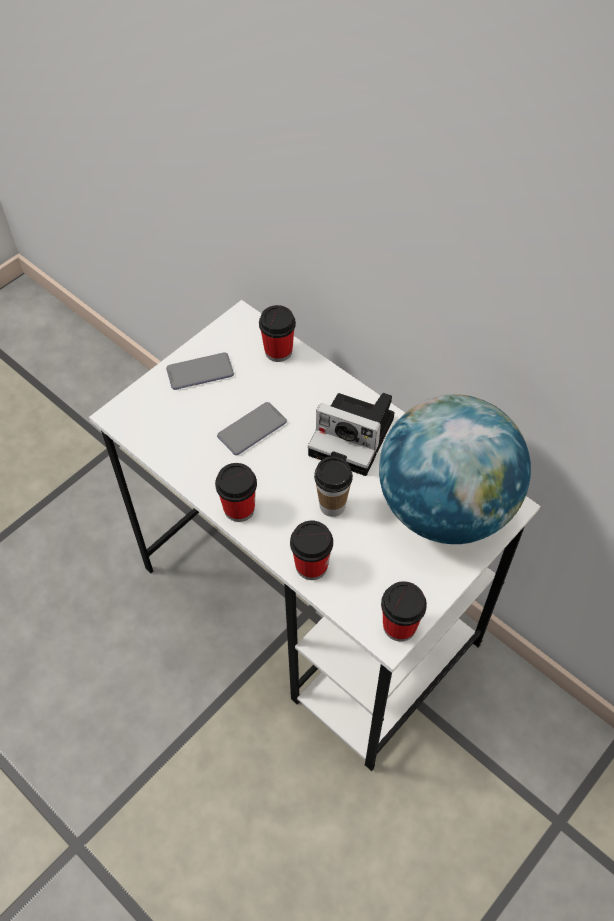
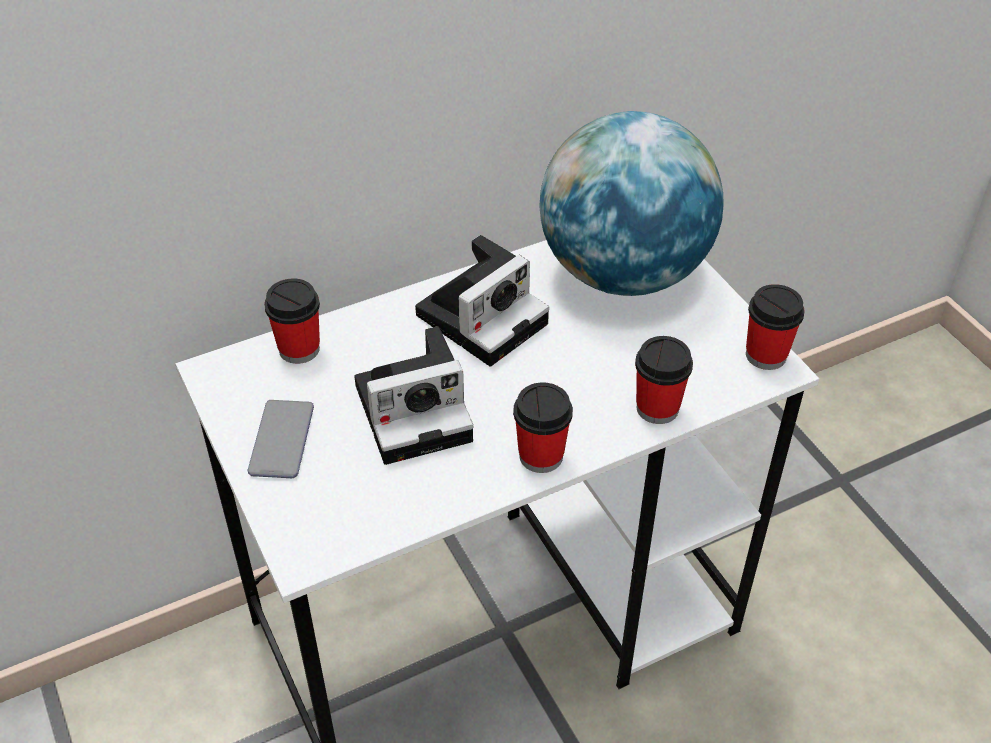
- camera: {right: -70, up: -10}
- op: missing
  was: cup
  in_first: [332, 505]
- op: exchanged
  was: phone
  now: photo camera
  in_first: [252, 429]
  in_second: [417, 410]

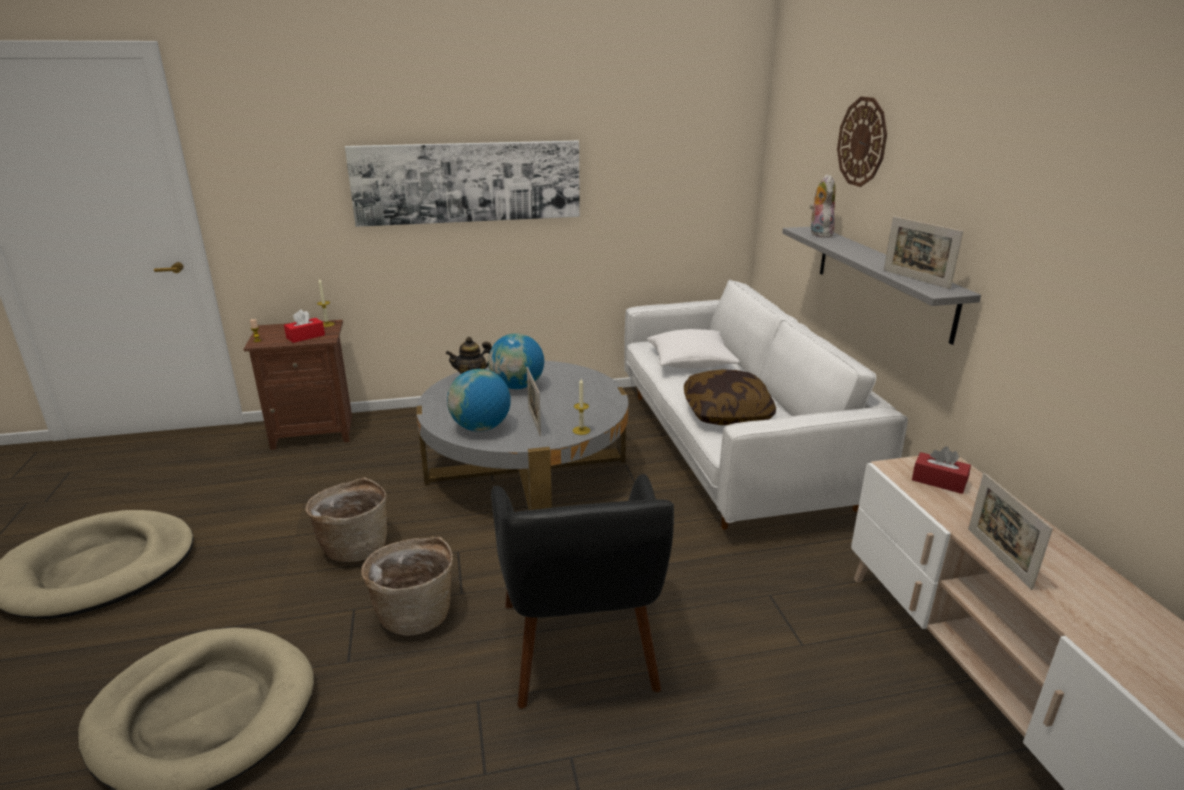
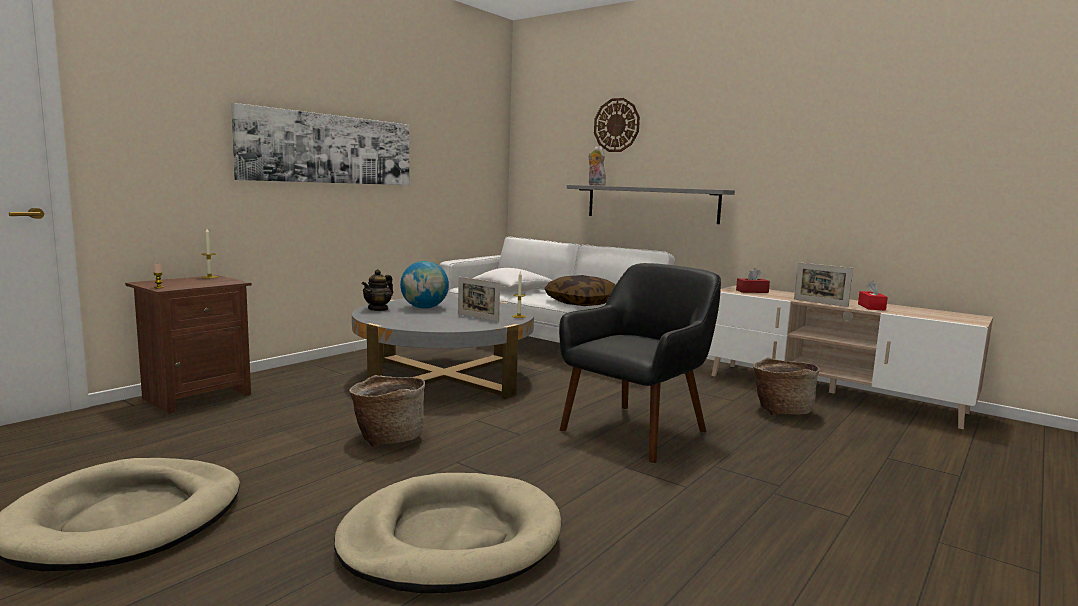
- camera: {right: -40, up: -15}
- op: missing
  was: globe
  in_first: [481, 428]
- op: missing
  was: picture frame
  in_first: [915, 279]
- op: relocated
  was: red tissue box
  in_first: [305, 336]
  in_second: [871, 307]
- op: relocated
  was: basket
  in_first: [415, 613]
  in_second: [781, 410]
- op: spun
  was: black armchair
  in_first: [580, 647]
  in_second: [636, 431]
  clockwise: -90

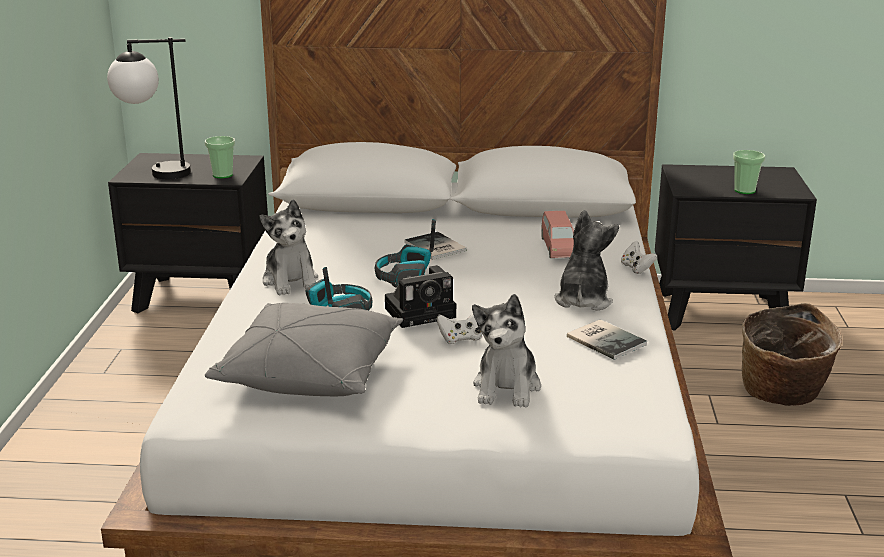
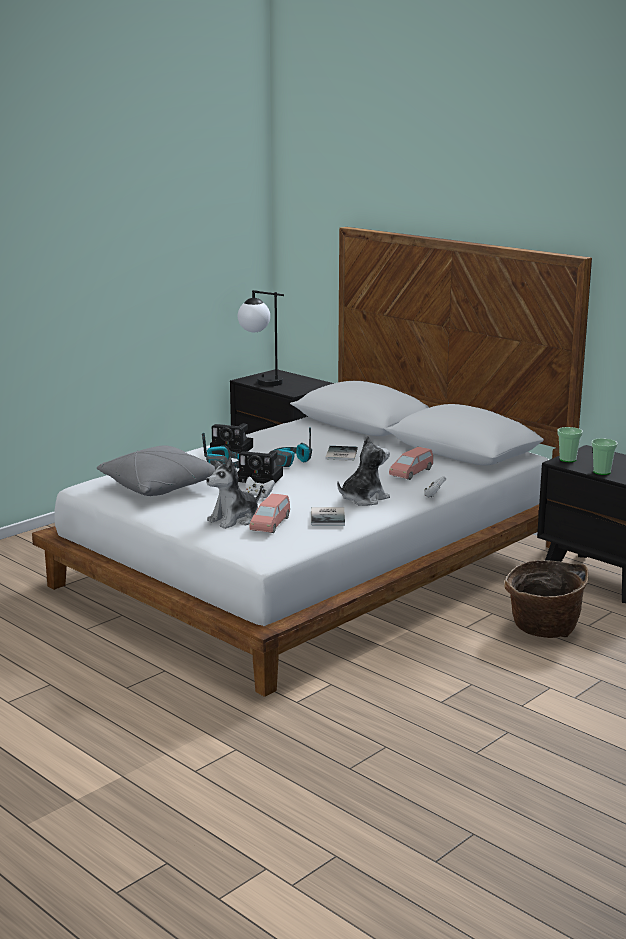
- camera: {right: 40, up: -5}
- op: appeared
  now: pink toy car
  in_second: [270, 524]
- op: relocated
  was: cup
  in_first: [222, 175]
  in_second: [568, 459]
- op: exchanged
  was: plush toy
  now: photo camera
  in_first: [291, 281]
  in_second: [233, 449]

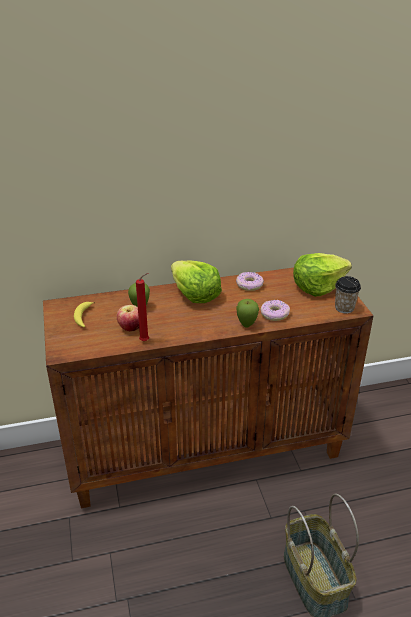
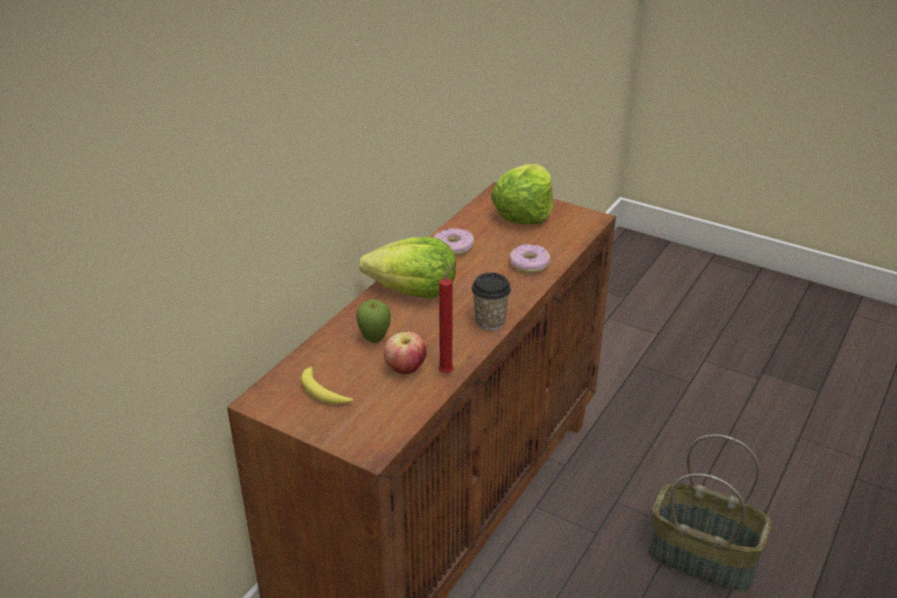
- camera: {right: -45, up: 0}
- op: missing
  was: apple
  in_first: [246, 325]
- op: relocated
  was: cup
  in_first: [344, 308]
  in_second: [490, 322]

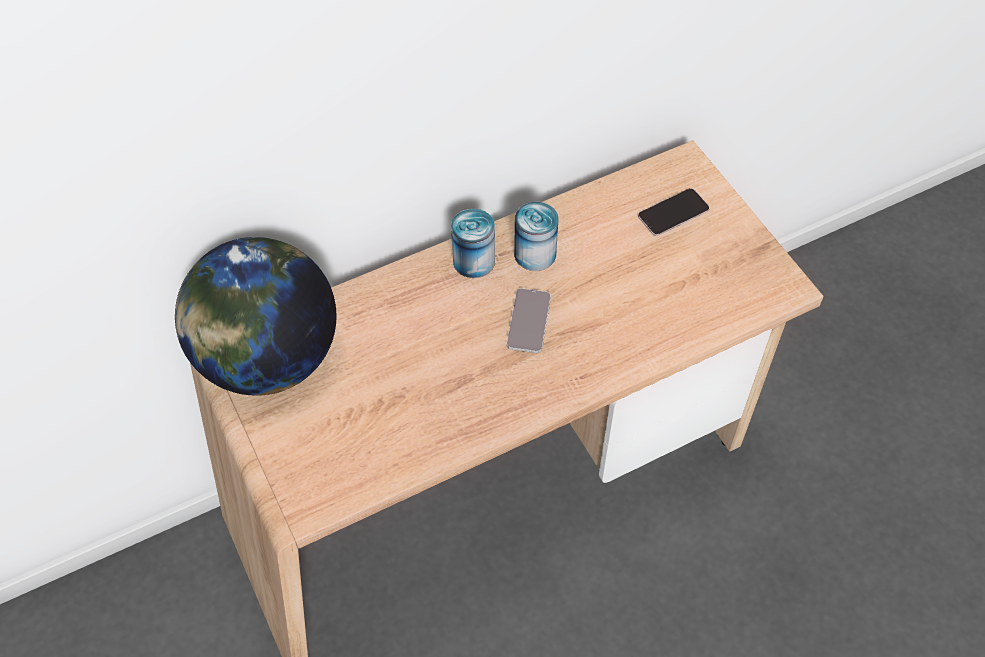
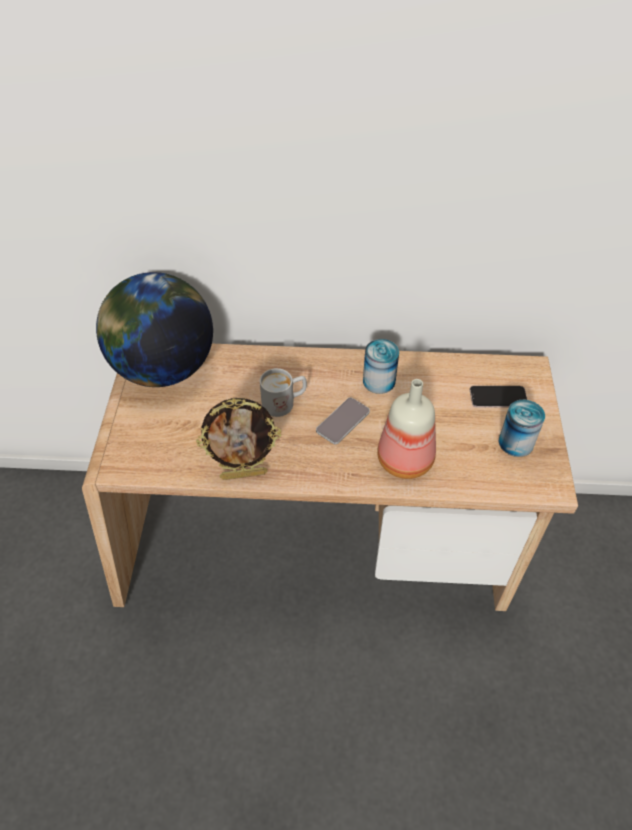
- camera: {right: 30, up: -5}
- op: appeared
  now: picture frame
  in_second: [244, 474]
- op: appeared
  now: white mug
  in_second: [284, 402]
- op: appeared
  now: bottle
  in_second: [405, 458]
- op: relocated
  was: can
  in_first: [474, 261]
  in_second: [516, 442]

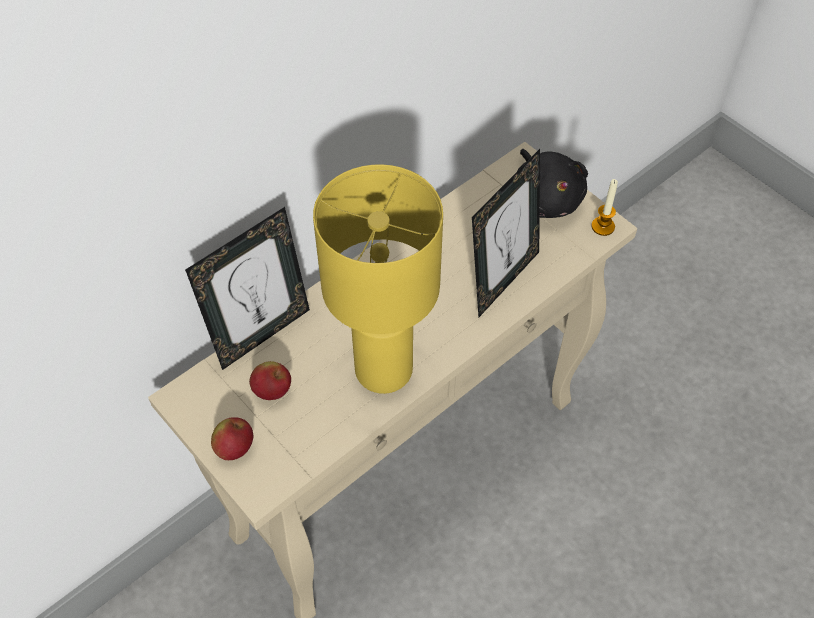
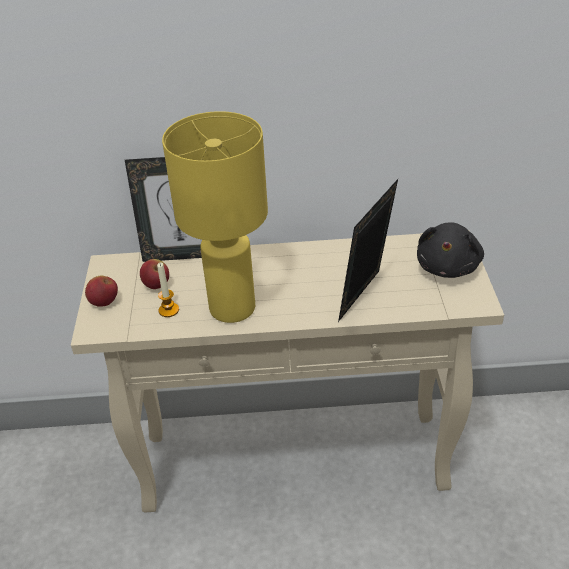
- camera: {right: 40, up: -15}
- op: relocated
  was: candle
  in_first: [603, 226]
  in_second: [168, 310]
- op: spun
  was: picture frame
  in_first: [502, 279]
  in_second: [365, 298]
  clockwise: 135

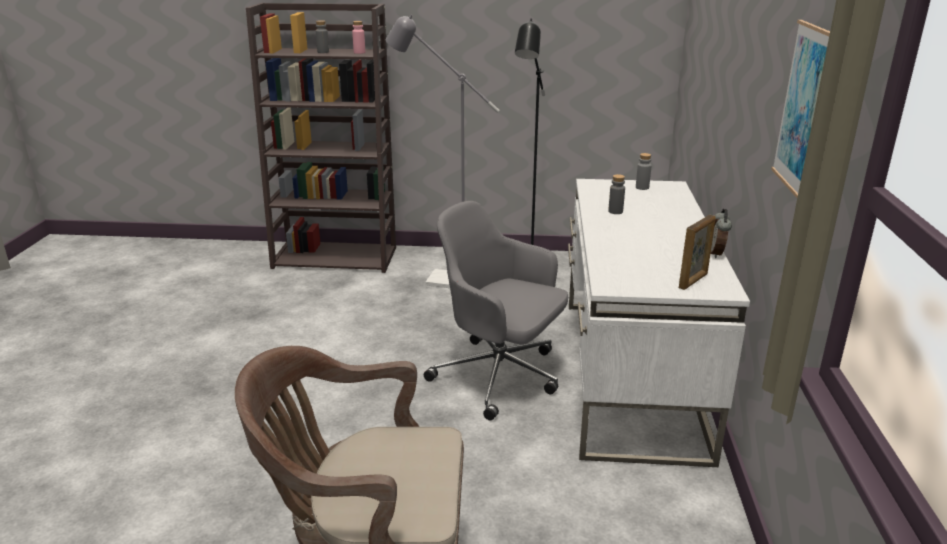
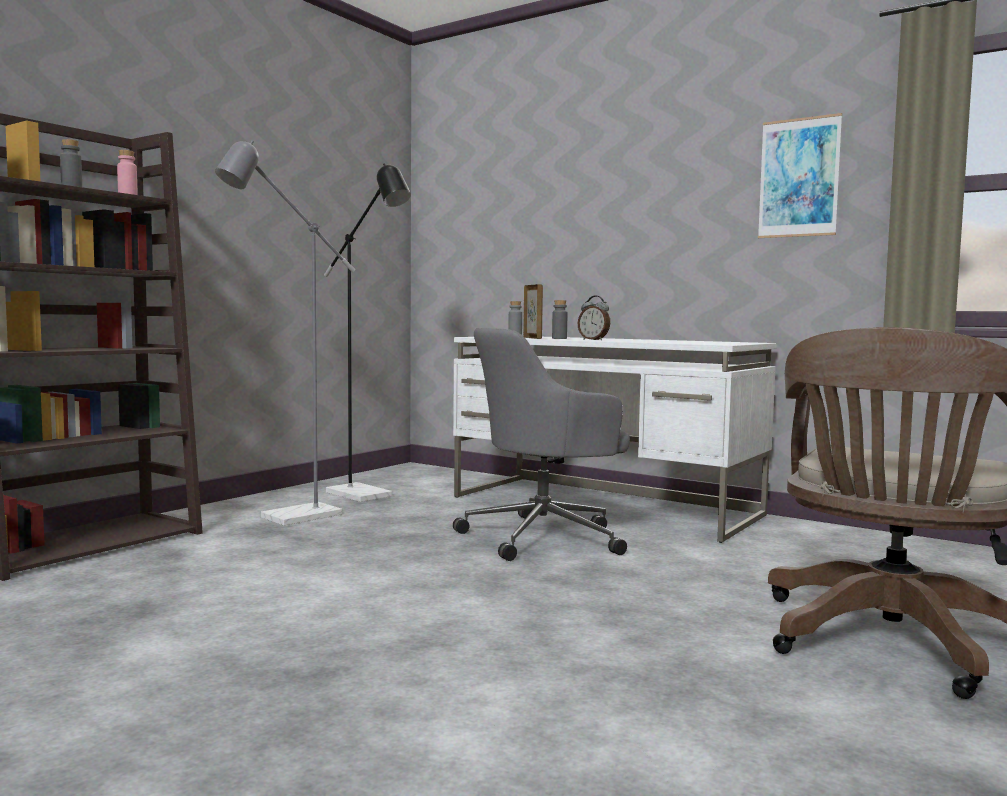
- camera: {right: -60, up: -20}
- op: relocated
  was: picture frame
  in_first: [693, 281]
  in_second: [532, 338]
- op: relocated
  was: alarm clock
  in_first: [717, 253]
  in_second: [594, 340]

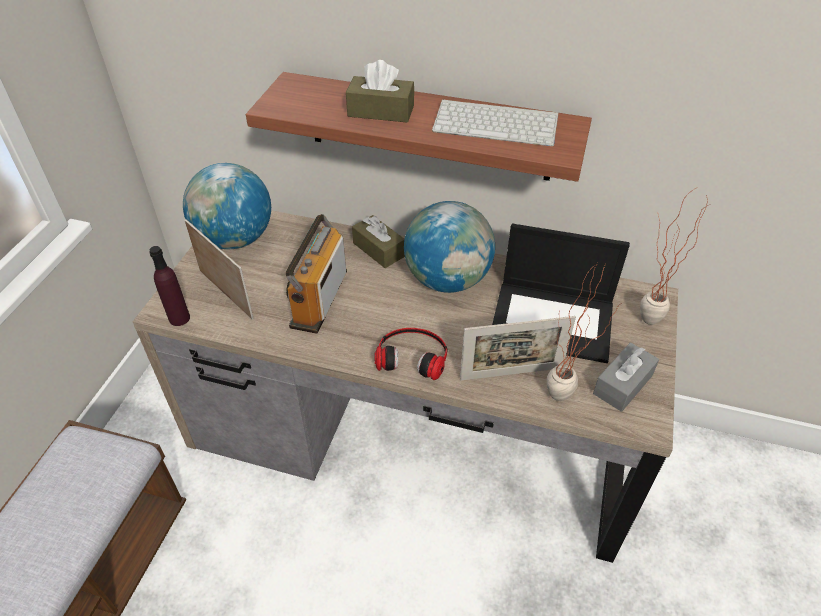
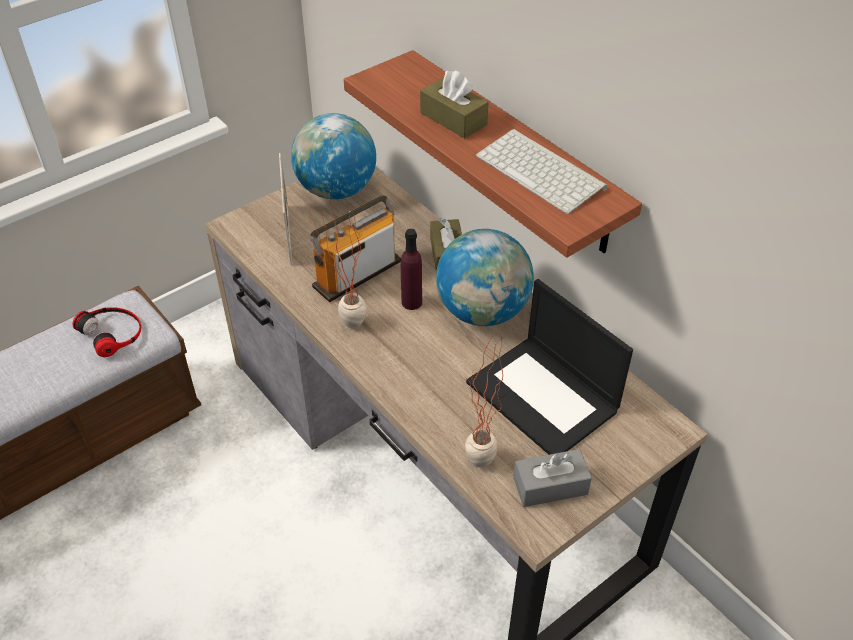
- camera: {right: 35, up: 0}
- op: missing
  was: picture frame
  in_first: [511, 373]
- op: relocated
  was: purple bottle
  in_first: [179, 318]
  in_second: [411, 302]
- op: relocated
  was: headphones
  in_first: [412, 355]
  in_second: [112, 332]
- op: relocated
  was: potted plant
  in_first: [642, 323]
  in_second: [344, 323]

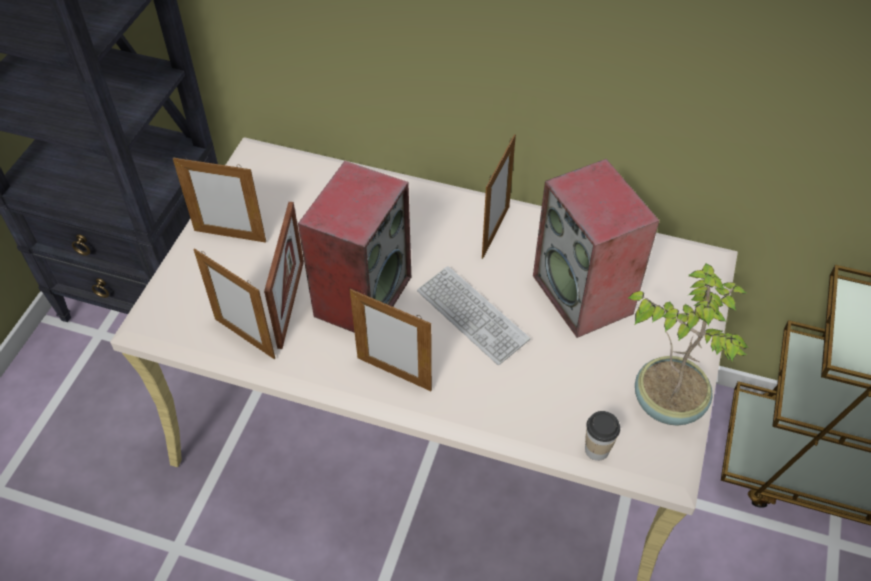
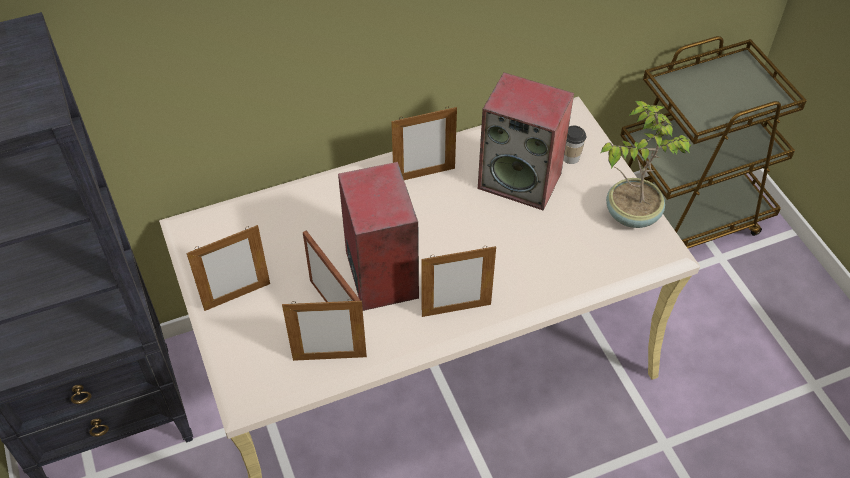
- camera: {right: -40, up: 0}
- op: missing
  was: keyboard
  in_first: [472, 316]
- op: relocated
  was: cup
  in_first: [597, 449]
  in_second: [570, 157]
- op: spun
  was: picture frame
  in_first: [495, 232]
  in_second: [424, 175]
  clockwise: 90

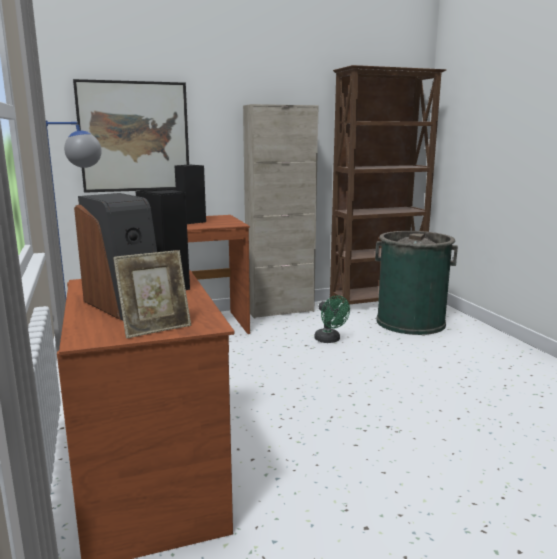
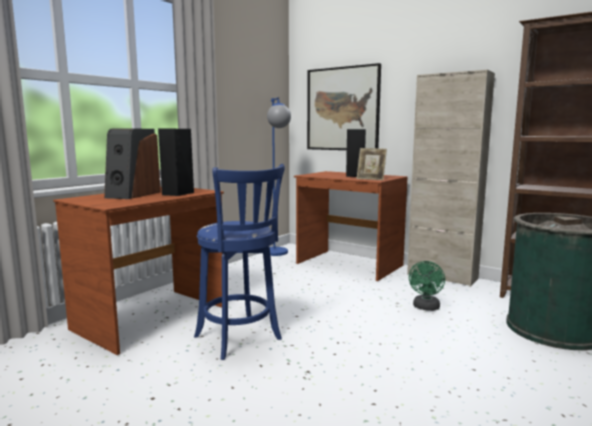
- camera: {right: 55, up: -5}
- op: appeared
  now: blue stool
  in_second: [240, 339]
- op: relocated
  was: picture frame
  in_first: [155, 328]
  in_second: [371, 179]

